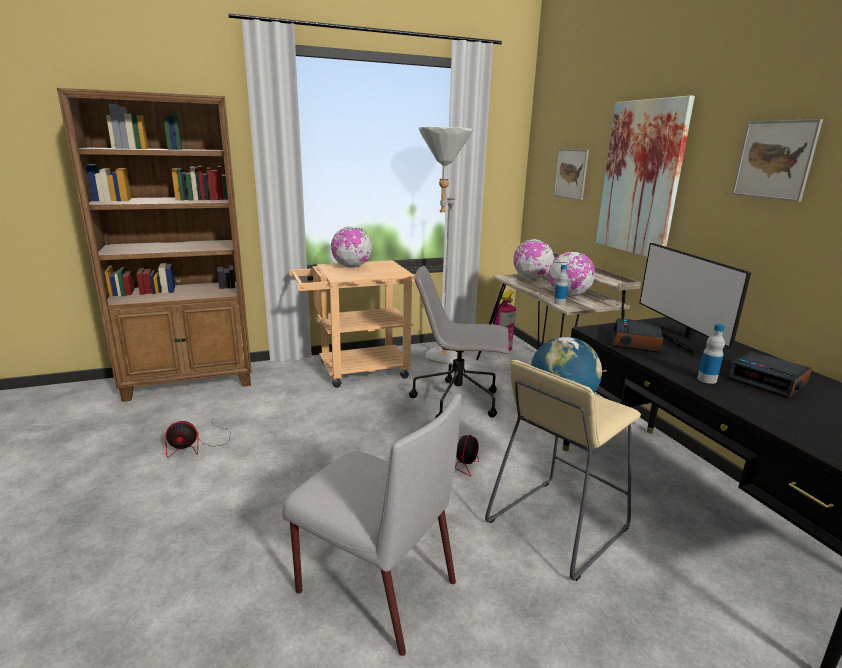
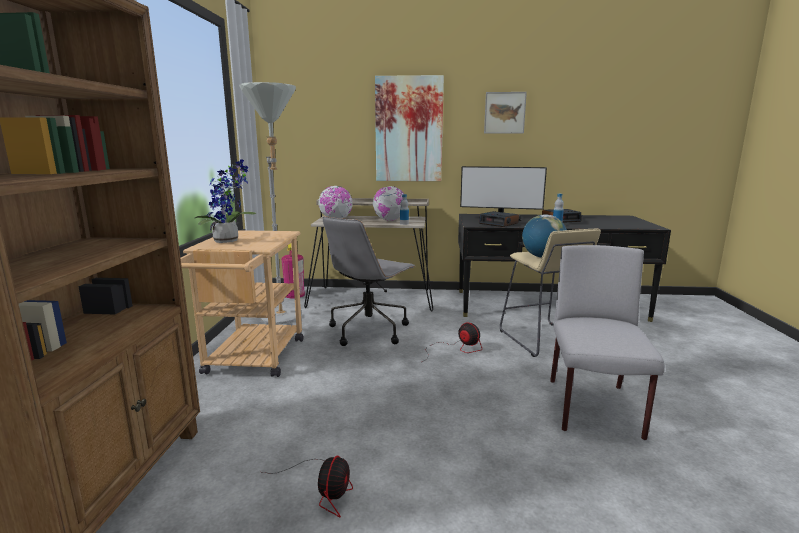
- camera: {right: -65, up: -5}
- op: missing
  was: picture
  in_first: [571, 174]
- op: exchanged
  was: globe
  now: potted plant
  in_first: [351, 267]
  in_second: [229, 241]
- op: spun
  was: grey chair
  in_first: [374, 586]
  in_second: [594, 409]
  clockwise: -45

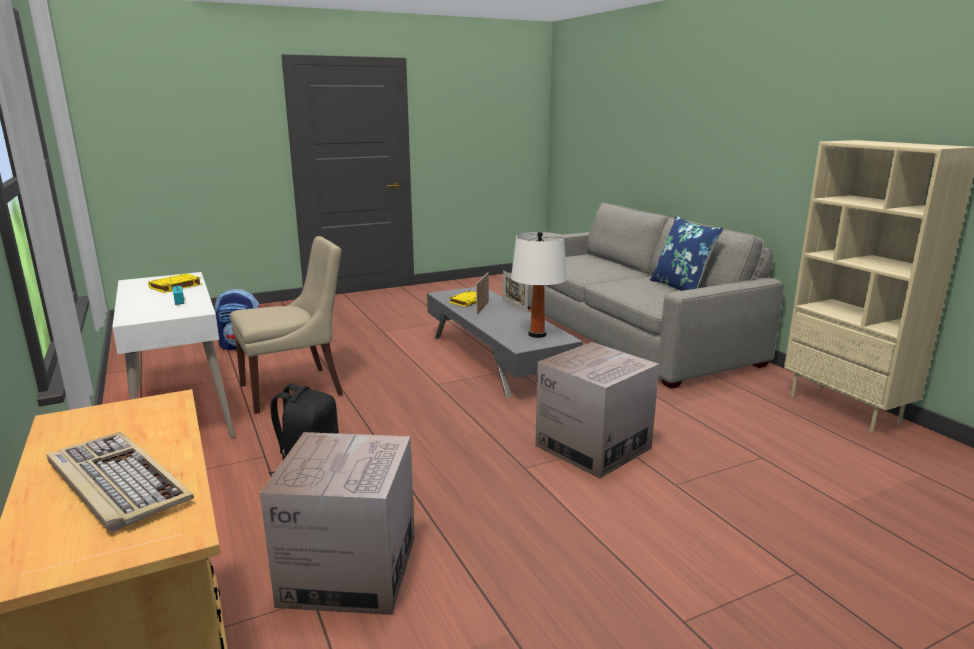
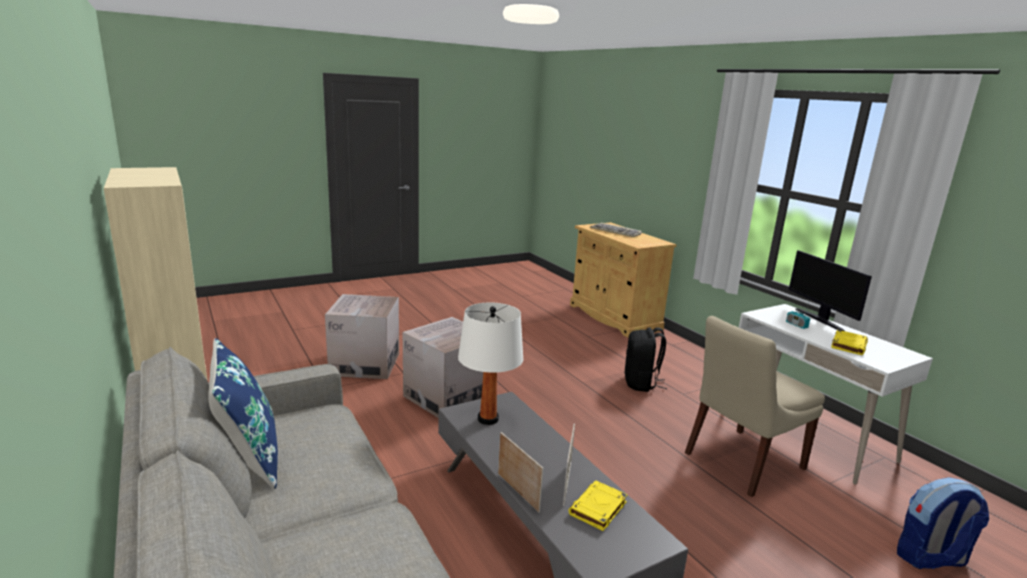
- camera: {right: 175, up: 0}
- op: appeared
  now: monitor
  in_second: [820, 319]
- op: relocated
  was: cardboard box
  in_first: [349, 570]
  in_second: [365, 364]

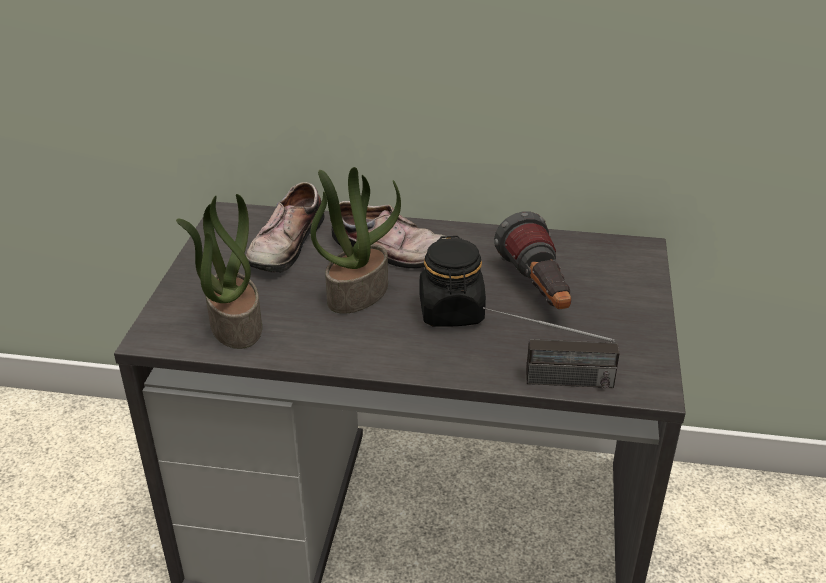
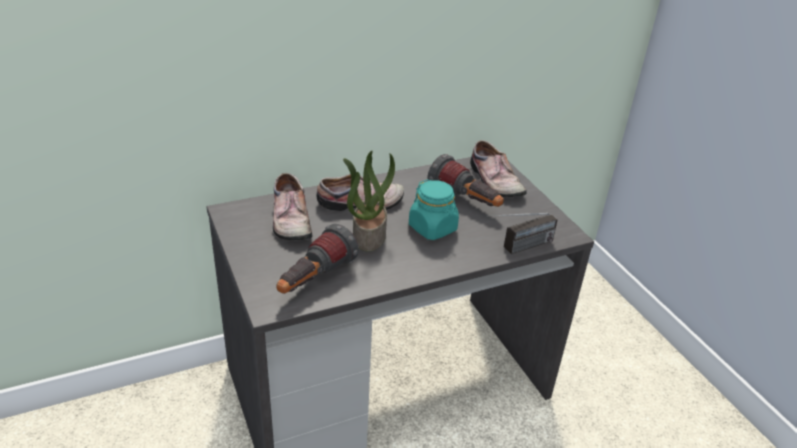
- camera: {right: -35, up: 0}
- op: appeared
  now: shoe
  in_second: [493, 181]
- op: exchanged
  was: potted plant
  now: flashlight
  in_first: [234, 324]
  in_second: [314, 280]
- op: colour
  was: black jar
  now: turquoise jar
  in_first: [451, 311]
  in_second: [433, 228]

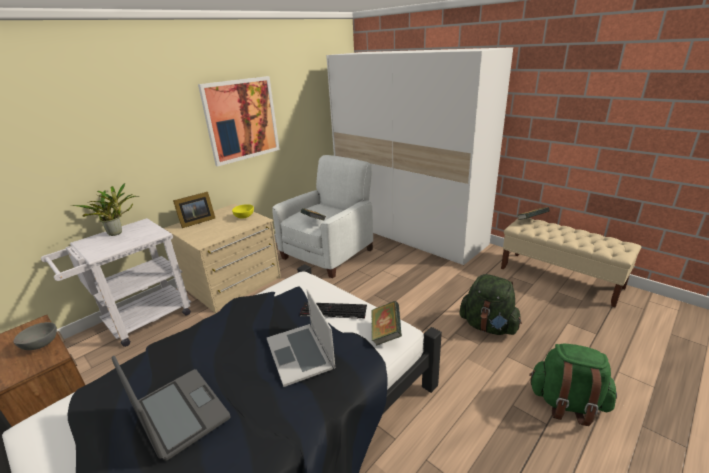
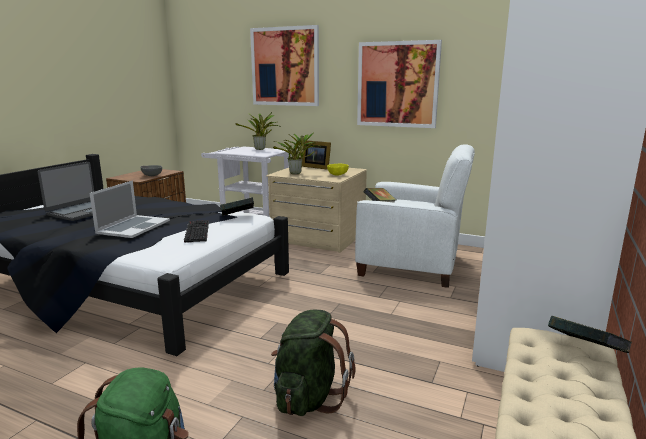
- camera: {right: 70, up: -10}
- op: appeared
  now: picture
  in_second: [285, 66]
- op: appeared
  now: potted plant
  in_second: [297, 173]
- op: relocated
  was: book
  in_first: [385, 333]
  in_second: [237, 216]
- op: spun
  was: laptop
  in_first: [300, 353]
  in_second: [133, 226]
  clockwise: 150

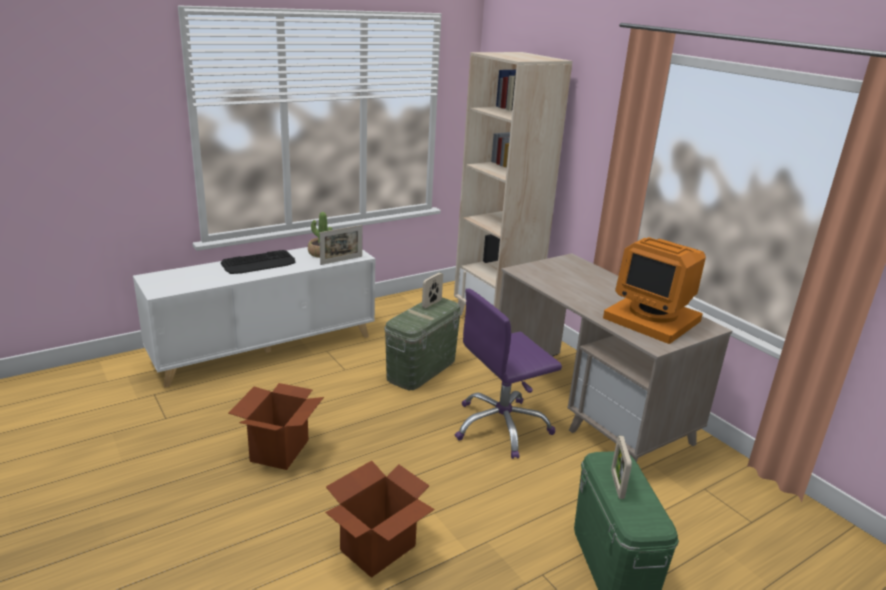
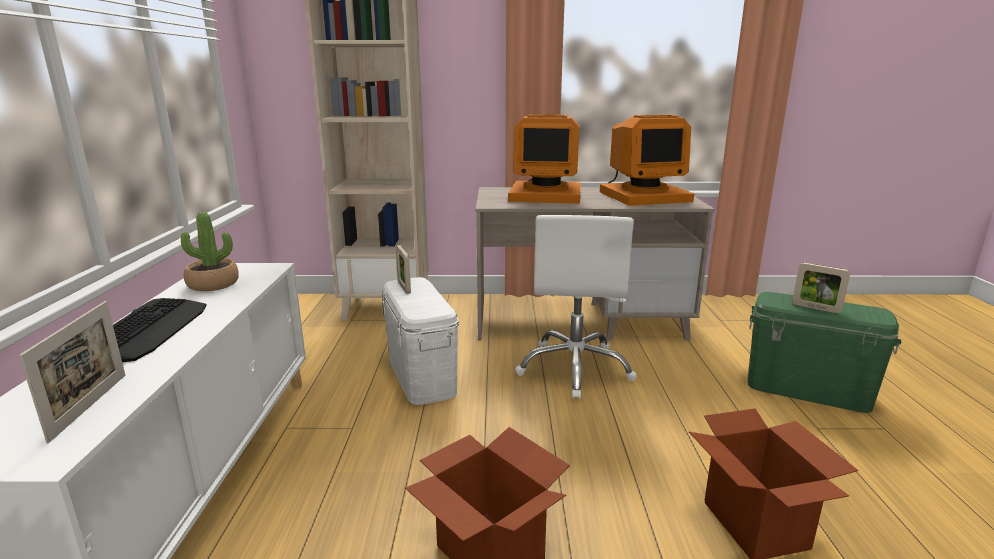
- camera: {right: -55, up: -5}
- op: appeared
  now: monitor
  in_second: [546, 195]
- op: relocated
  was: picture frame
  in_first: [341, 260]
  in_second: [90, 406]
- op: colour
  was: green storage box
  now: white storage box
  in_first: [421, 369]
  in_second: [421, 375]
- op: colour
  was: purple office chair
  now: white office chair
  in_first: [501, 427]
  in_second: [575, 368]

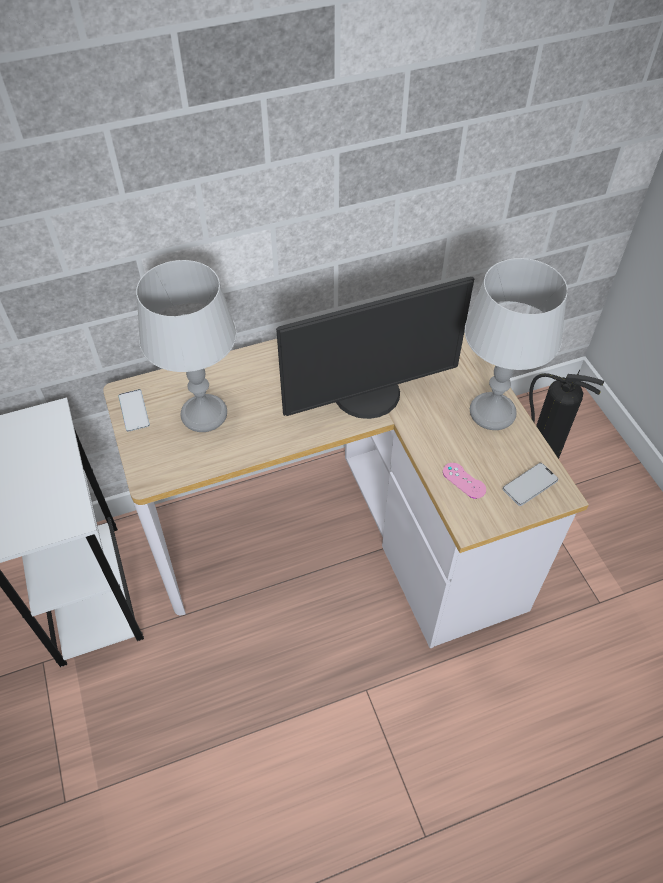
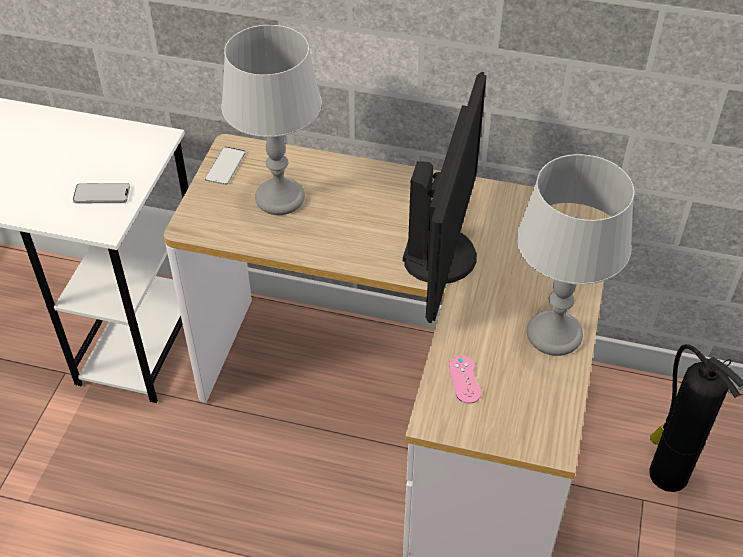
- camera: {right: 35, up: -5}
- op: relocated
  was: phone
  in_first: [530, 485]
  in_second: [102, 194]
- op: spun
  was: monitor
  in_first: [368, 395]
  in_second: [443, 256]
  clockwise: -90

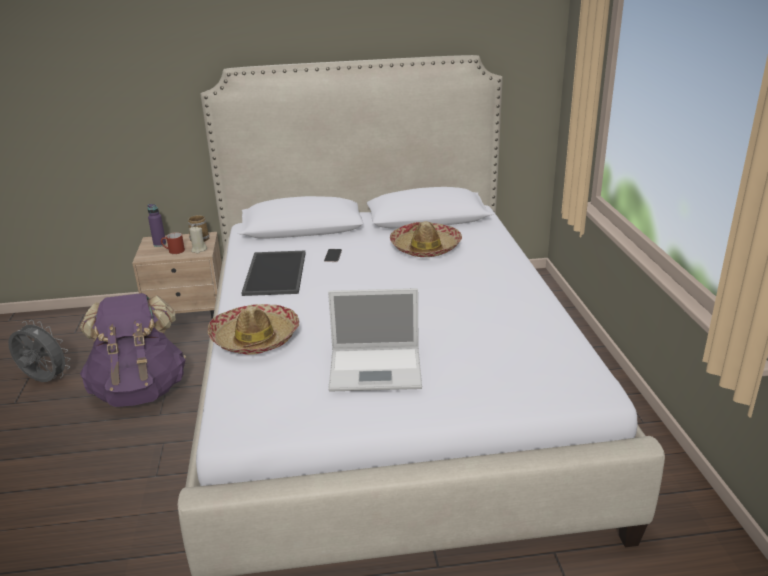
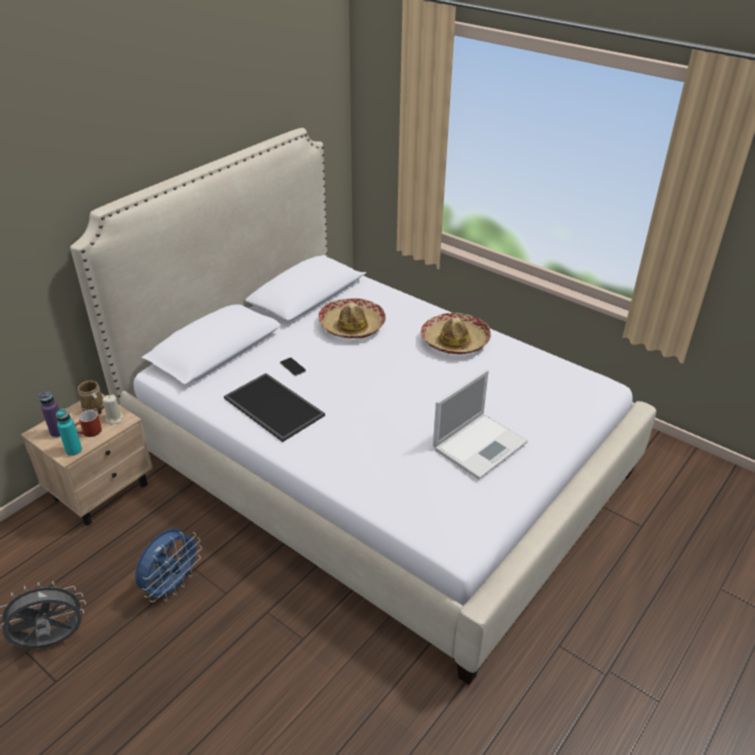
- camera: {right: -45, up: 10}
- op: appeared
  now: turquoise bottle
  in_second: [74, 450]
- op: relocated
  was: hat
  in_first: [255, 338]
  in_second: [455, 341]
- op: exchanged
  was: purple backpack
  now: blue fan
  in_first: [140, 390]
  in_second: [172, 586]

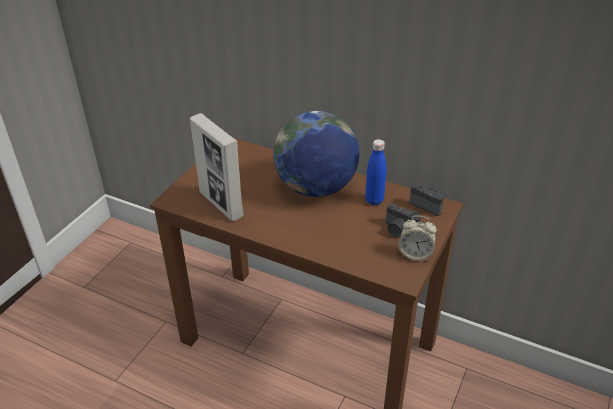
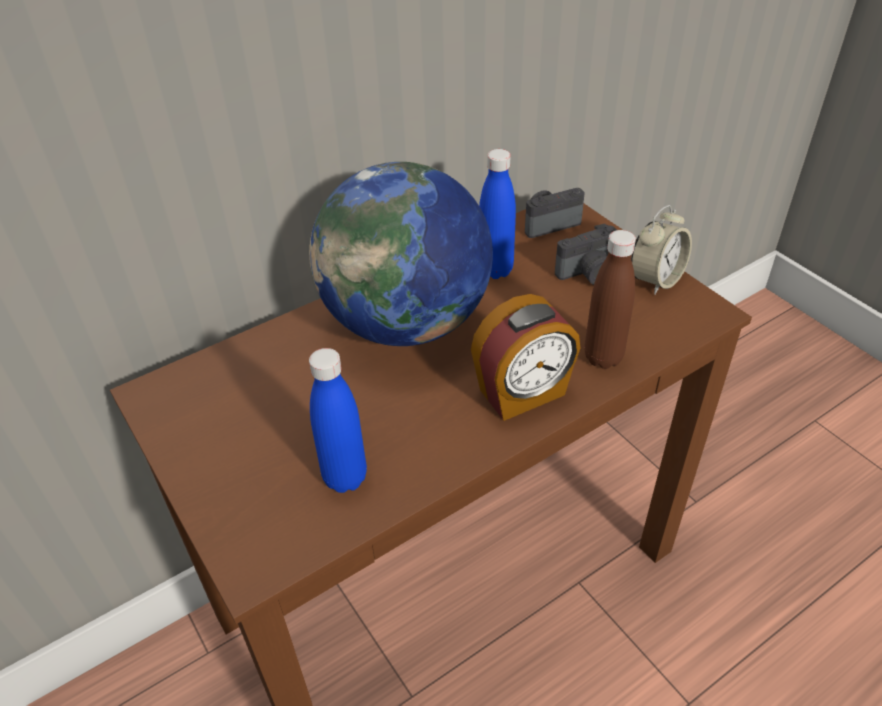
- camera: {right: -60, up: 5}
- op: appeared
  now: alarm clock
  in_second: [523, 394]
- op: appeared
  now: brown bottle
  in_second: [603, 357]
- op: exchanged
  was: picture frame
  now: blue bottle
  in_first: [221, 204]
  in_second: [345, 477]

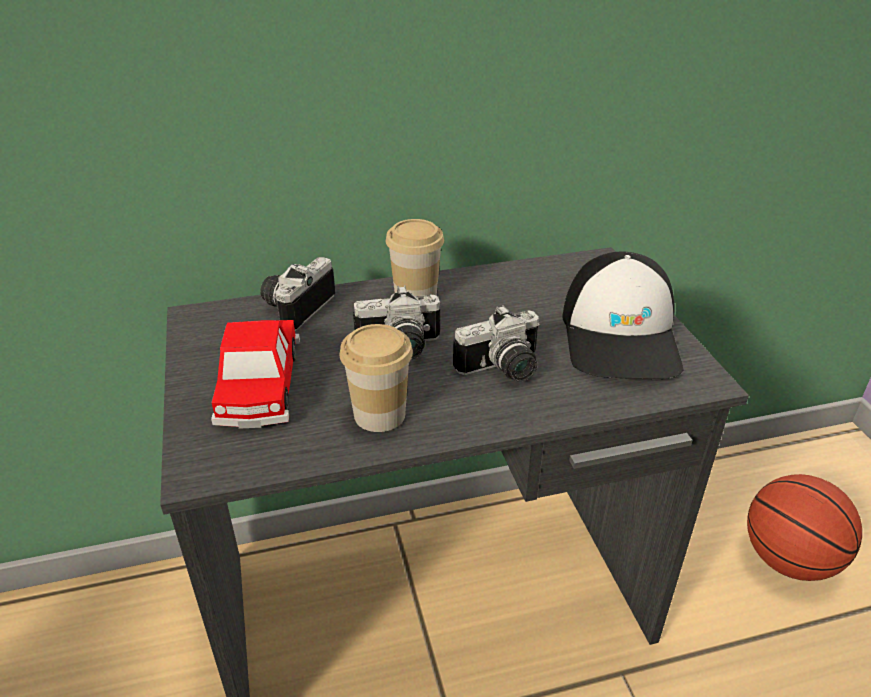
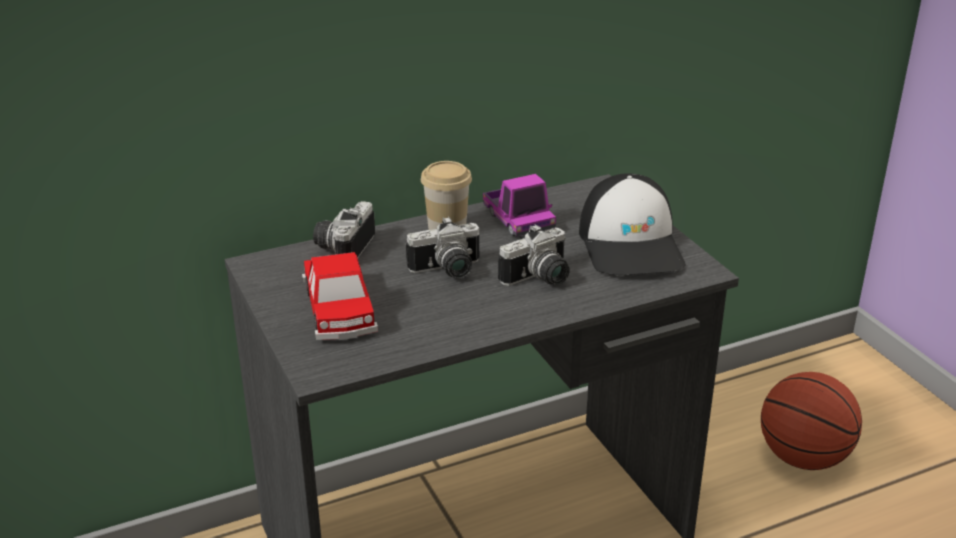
- camera: {right: -10, up: -5}
- op: missing
  was: cup
  in_first: [379, 414]
- op: appeared
  now: toy truck
  in_second: [518, 220]

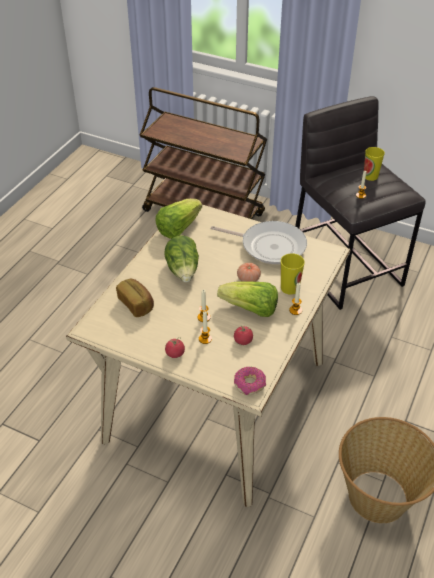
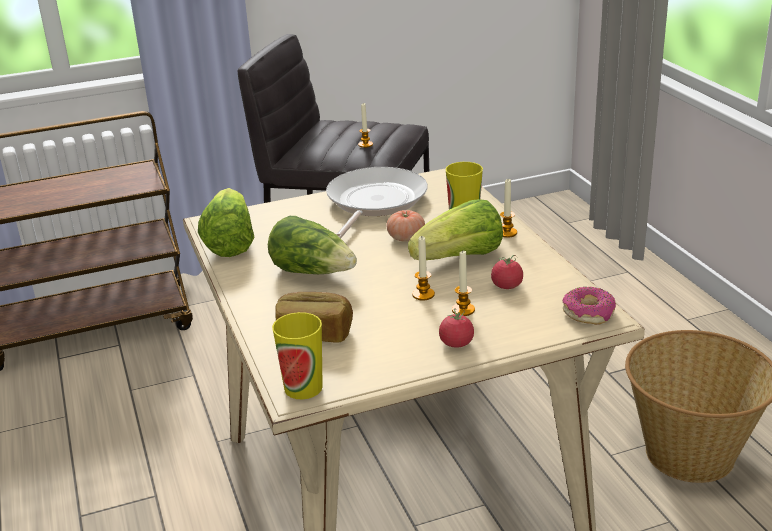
- camera: {right: -45, up: -15}
- op: relocated
  was: cup
  in_first: [370, 176]
  in_second: [303, 387]
- op: spun
  was: frying pan
  in_first: [269, 246]
  in_second: [374, 202]
  clockwise: -45

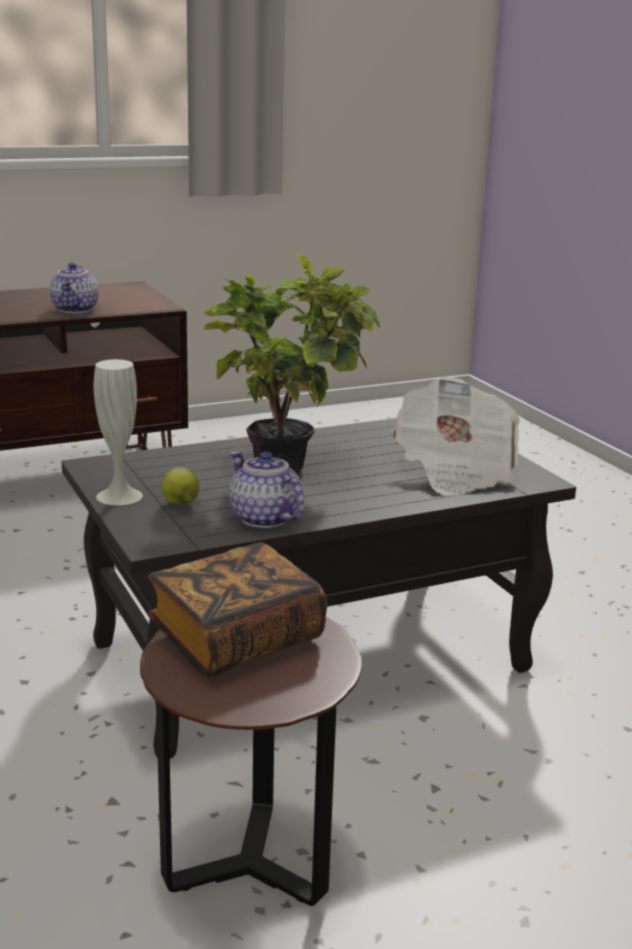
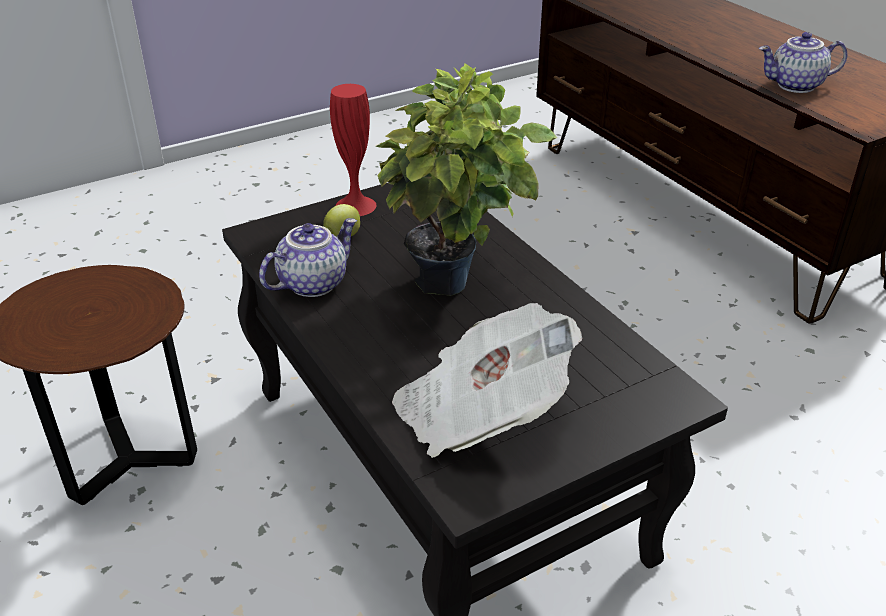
- camera: {right: 85, up: 15}
- op: missing
  was: book
  in_first: [236, 639]
- op: colour
  was: white vase
  now: red vase
  in_first: [119, 496]
  in_second: [355, 206]

